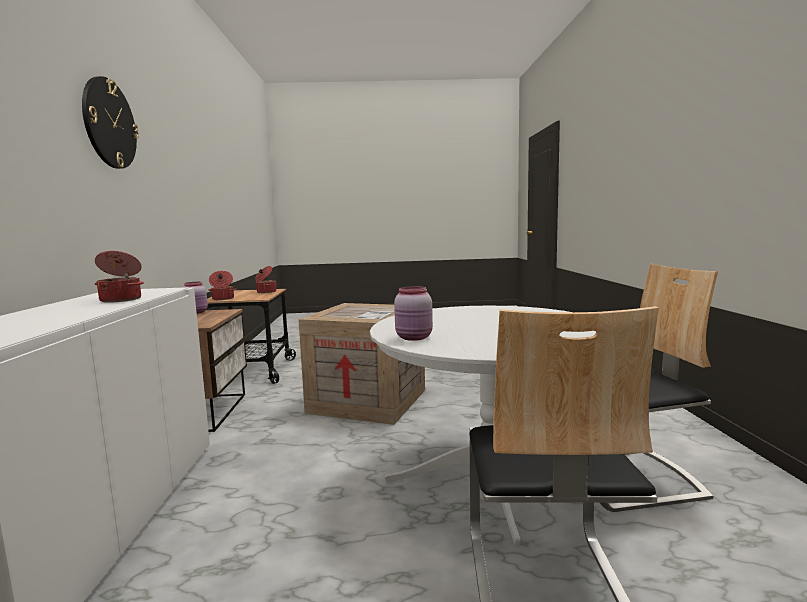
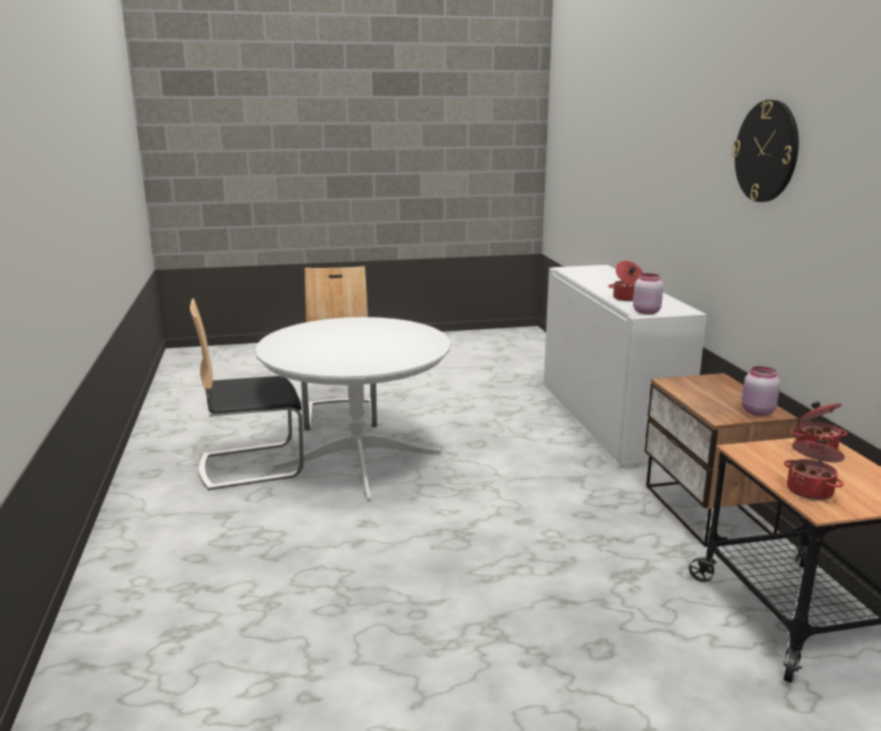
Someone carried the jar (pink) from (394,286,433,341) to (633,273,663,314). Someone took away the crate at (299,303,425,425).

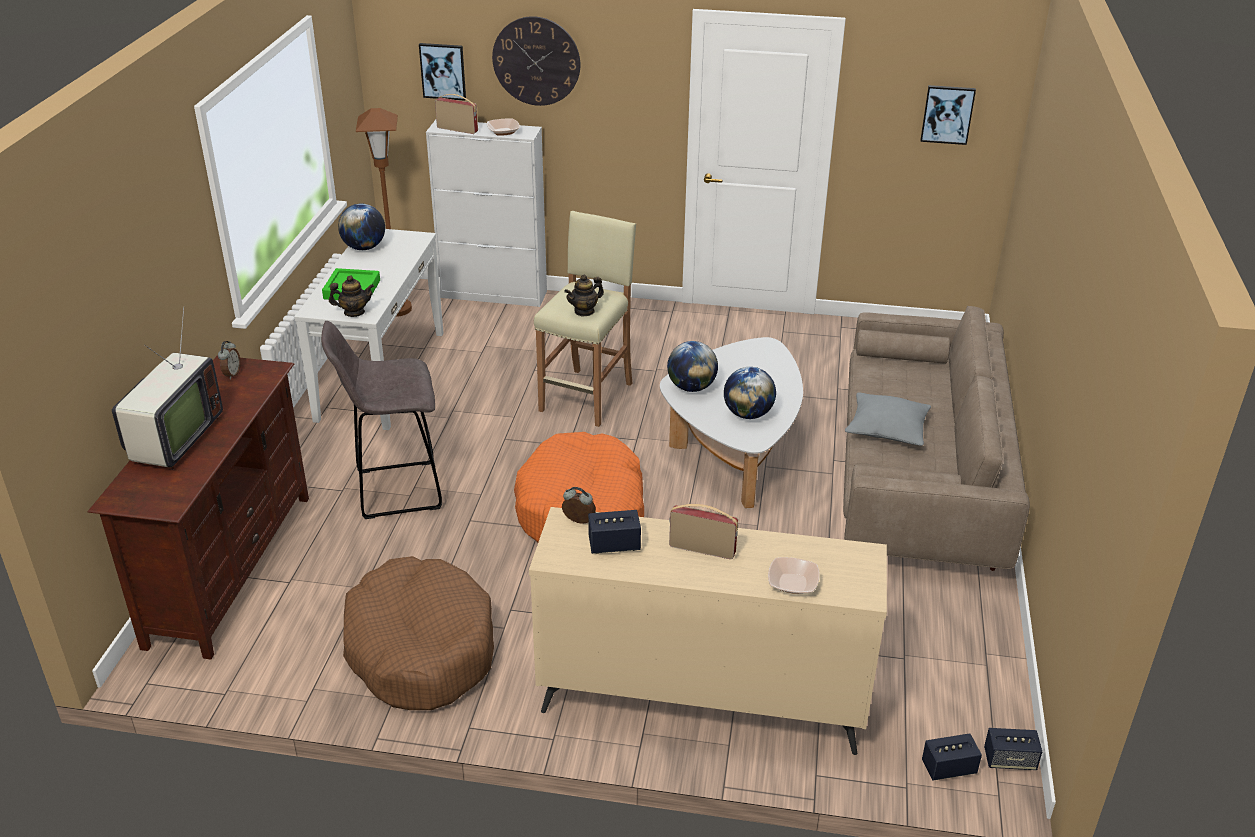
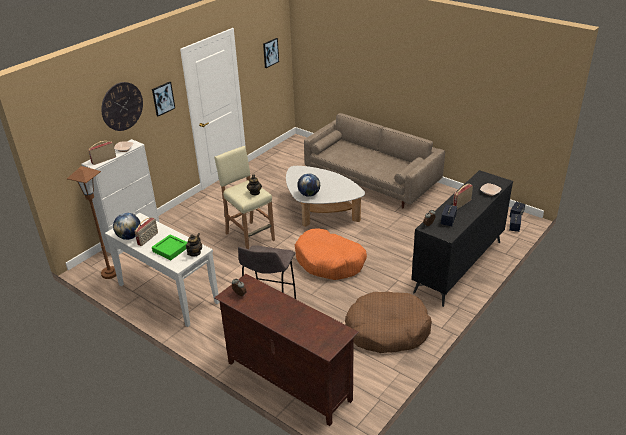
Someone put down the radio at (135,217,158,246). Someone carried the picture from (419,43,466,101) to (152,82,175,116). Someone repainted the dresser (beige) at (529,507,887,755), which became the dresser (black) at (411,170,513,307). Someone took away the television at (112,306,223,470). Someone took away the globe at (724,367,776,419). Someone took away the pillow (grey) at (845,393,931,446).

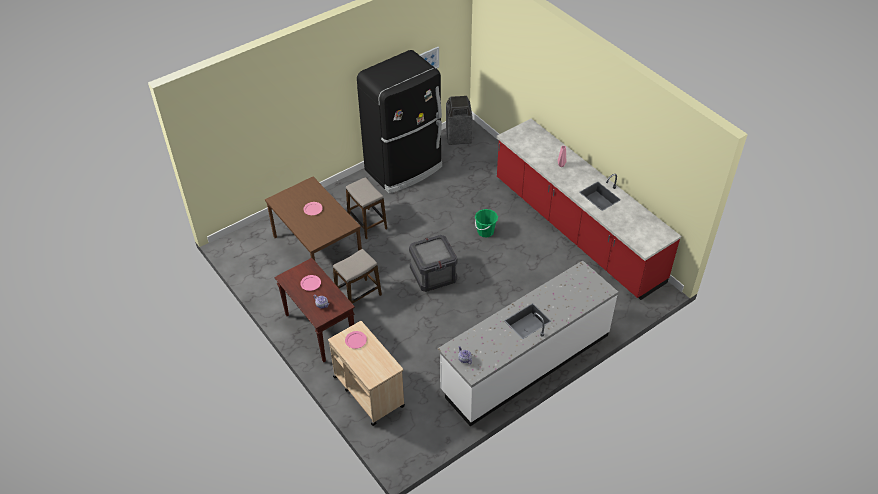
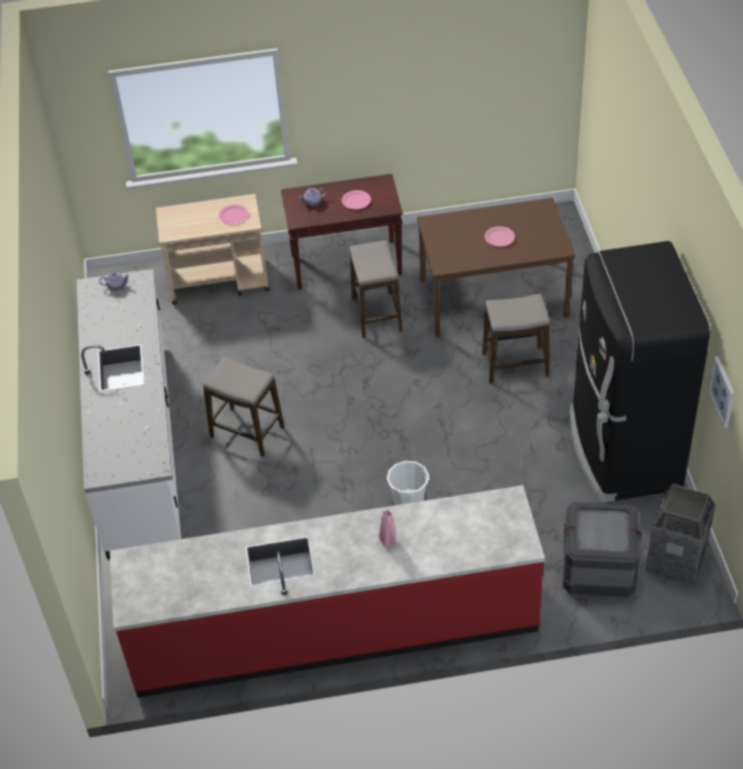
Someone put down the stool at (203,357,285,457). Someone repainted the bucket (green) at (475,209,498,238), which became the bucket (white) at (387,461,430,505). Someone carried the crate from (409,235,458,292) to (563,502,642,597).

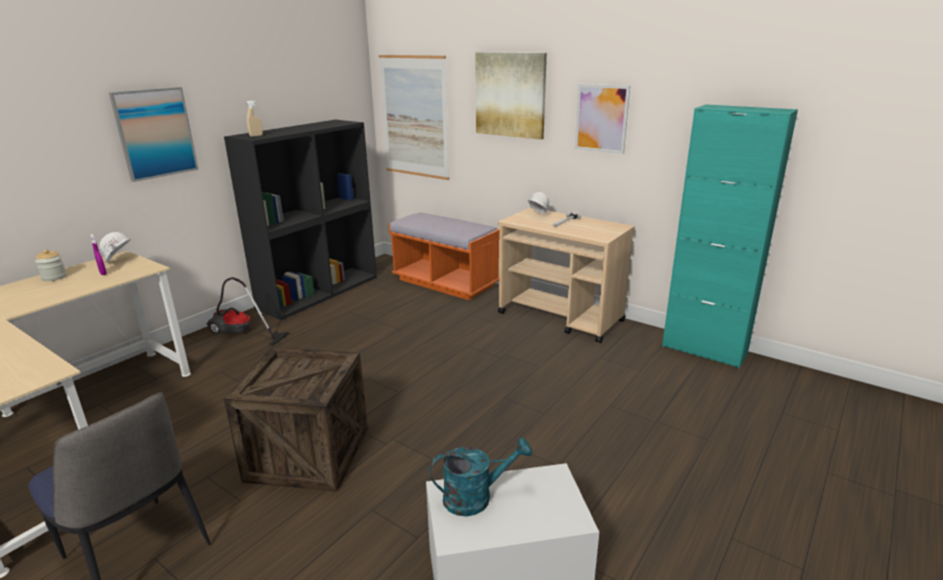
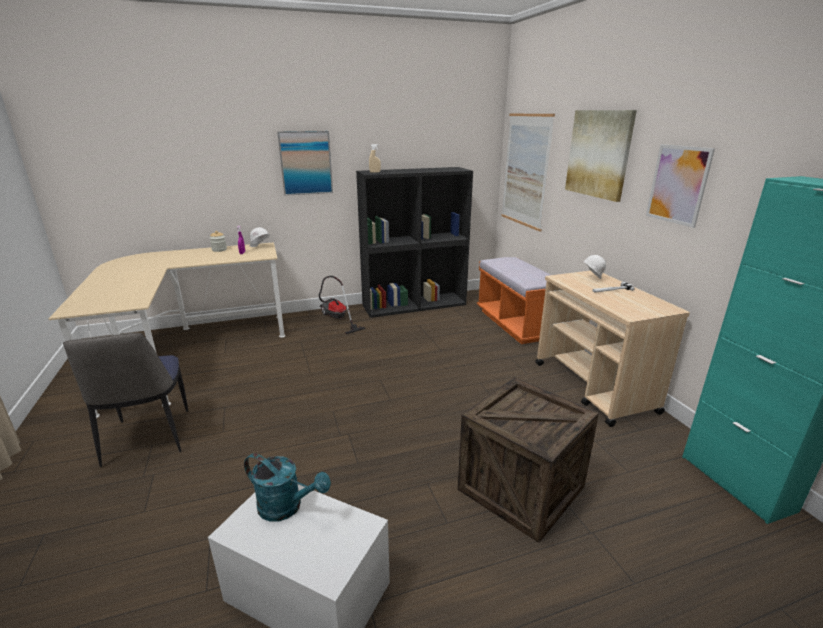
Someone carried the crate from (224,347,368,492) to (458,377,599,543).

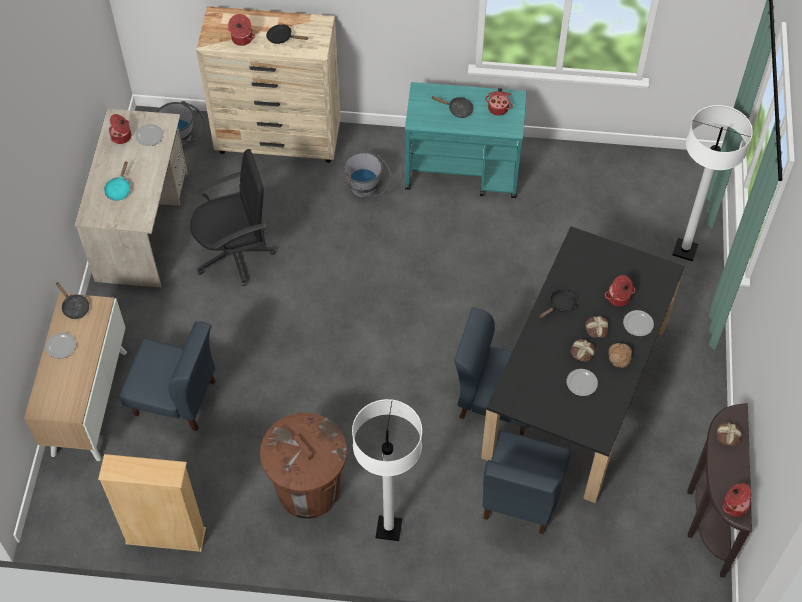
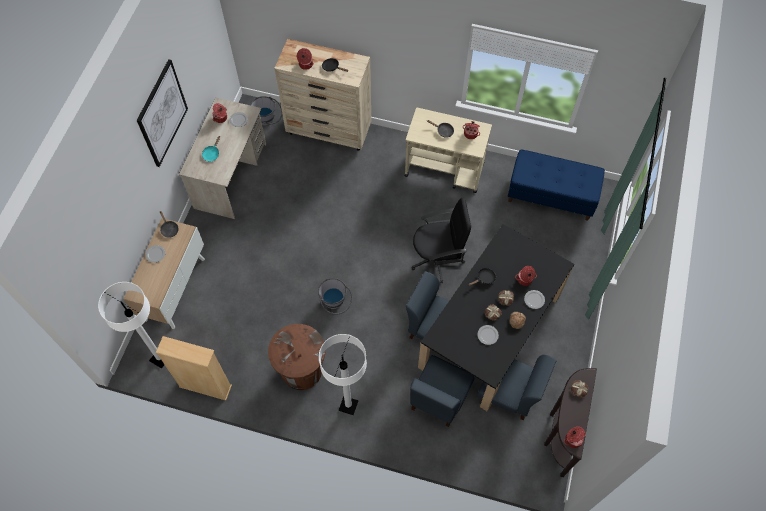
Someone carried the floor lamp (white) from (672,105,753,261) to (98,282,165,369). Someone put up the picture at (137,59,188,167). Someone carried the bucket (grey) from (343,151,392,198) to (318,278,352,315). Someone repainted the cart (turquoise) at (405,82,527,198), which became the cart (beige) at (405,108,492,193). Someone carried the office chair (black) from (190,149,275,286) to (411,198,471,283). Someone carried the chair (blue) from (119,321,216,431) to (477,355,556,421). Someone put down the bench (blue) at (508,150,605,221).

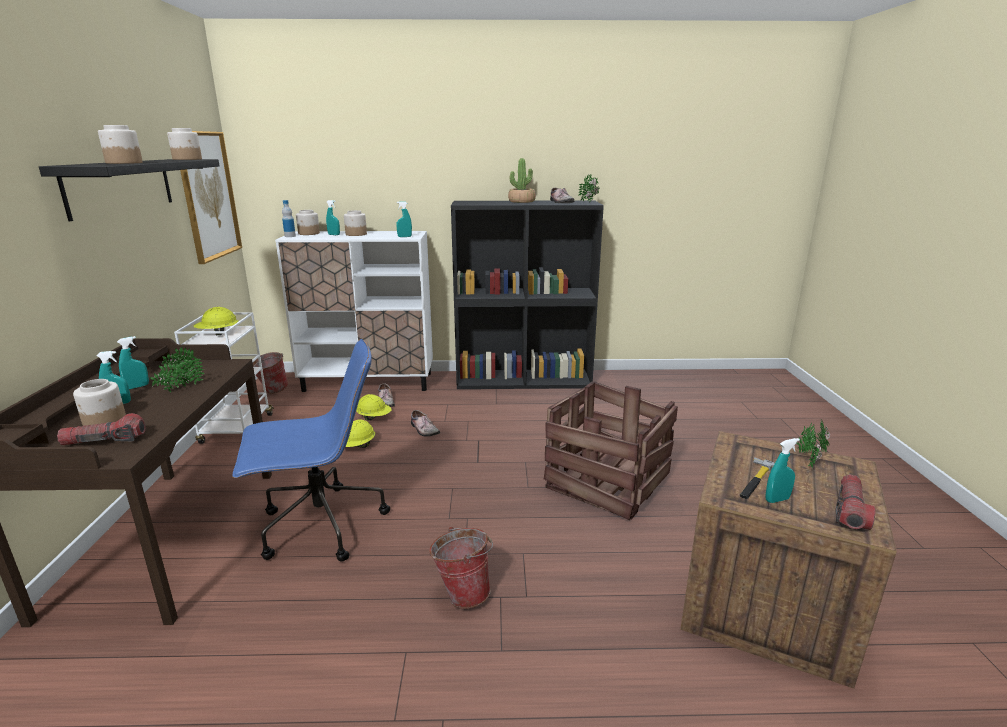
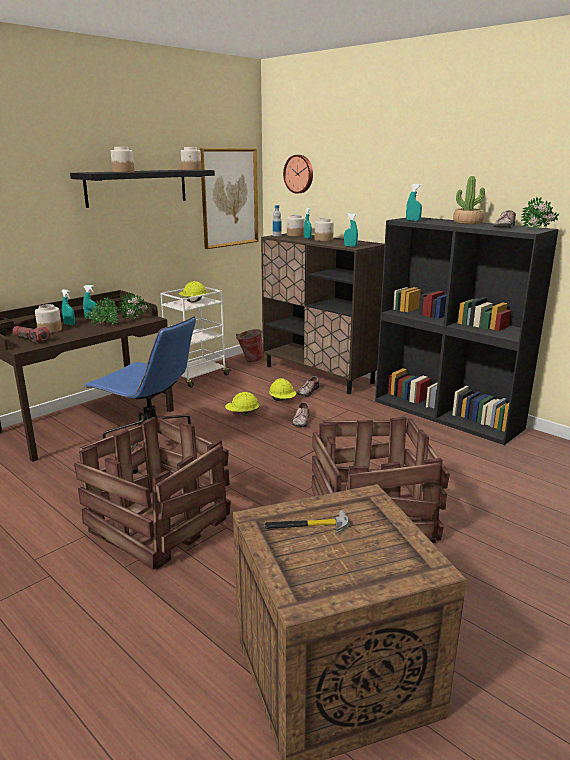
Someone swapped the bucket at (429,527,493,609) for the crate at (74,417,231,570). Someone carried the potted plant from (796,419,830,468) to (119,292,151,319). Someone repainted the cabinet (white) at (275,231,433,392), which became the cabinet (brown) at (261,233,385,394). Someone put up the wall clock at (283,155,313,193). Someone carried the spray bottle (turquoise) from (765,438,800,503) to (406,184,422,221). Someone took away the flashlight at (836,474,876,530).

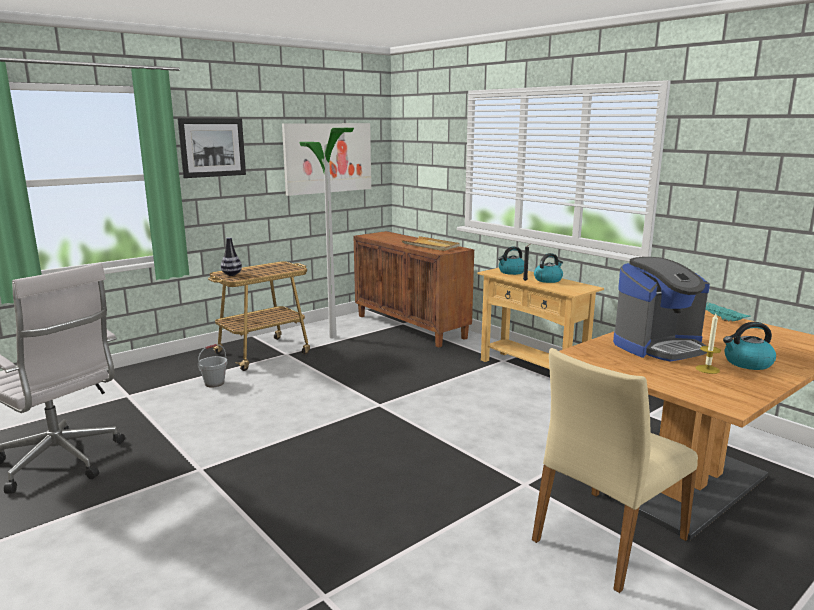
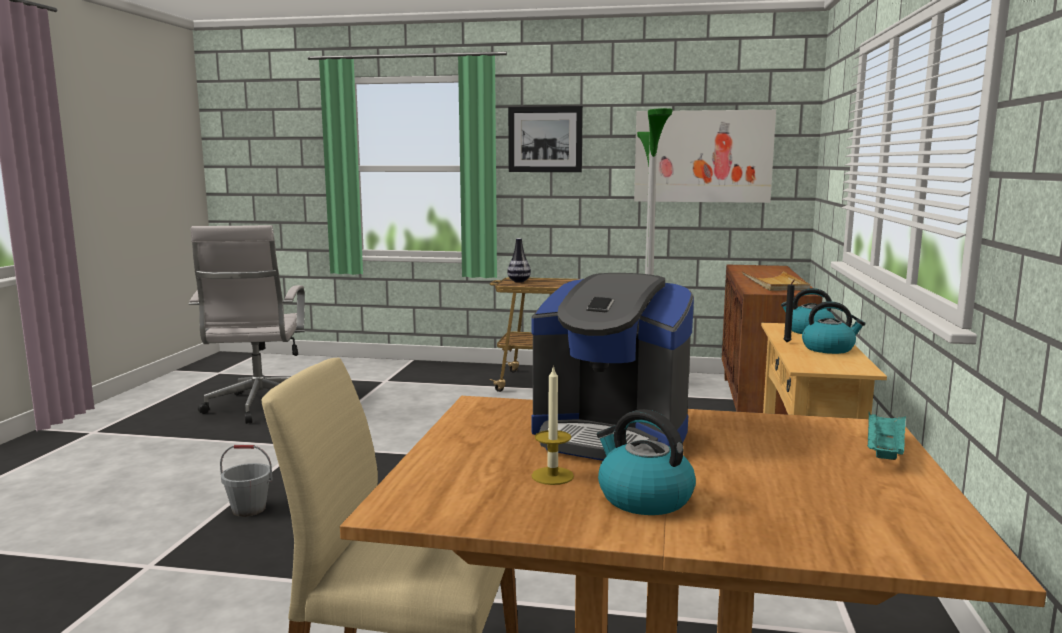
Someone carried the bucket (grey) from (198,344,228,388) to (220,445,273,517).

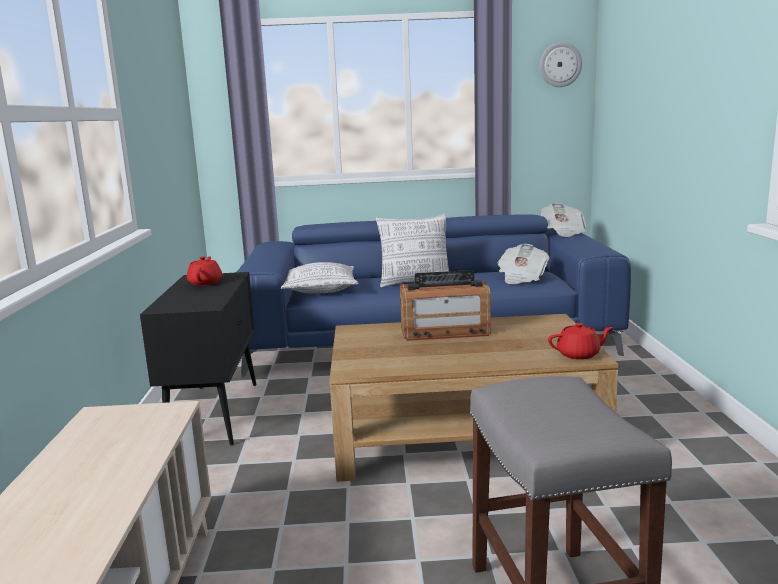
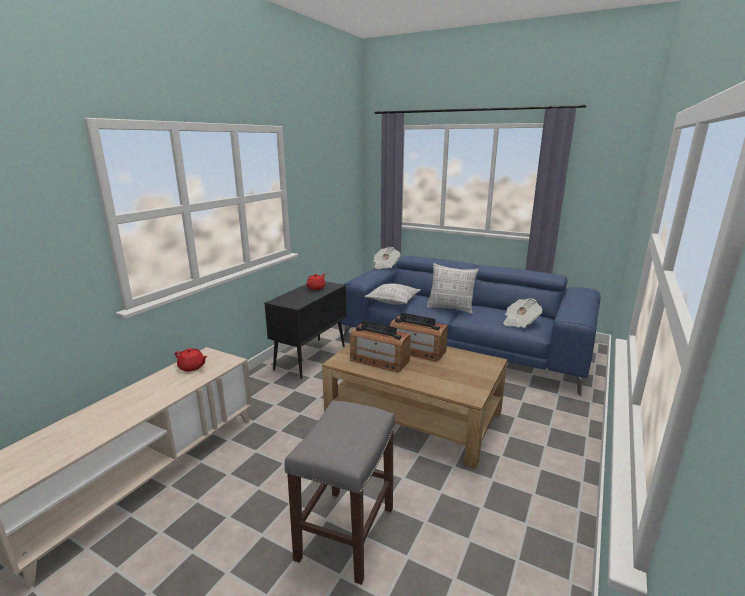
Someone carried the teapot (red) from (548,323,613,360) to (175,348,207,371). Someone put down the radio at (350,321,411,372). Someone carried the newspaper from (541,203,586,237) to (373,247,401,269). Someone took away the wall clock at (540,42,582,87).

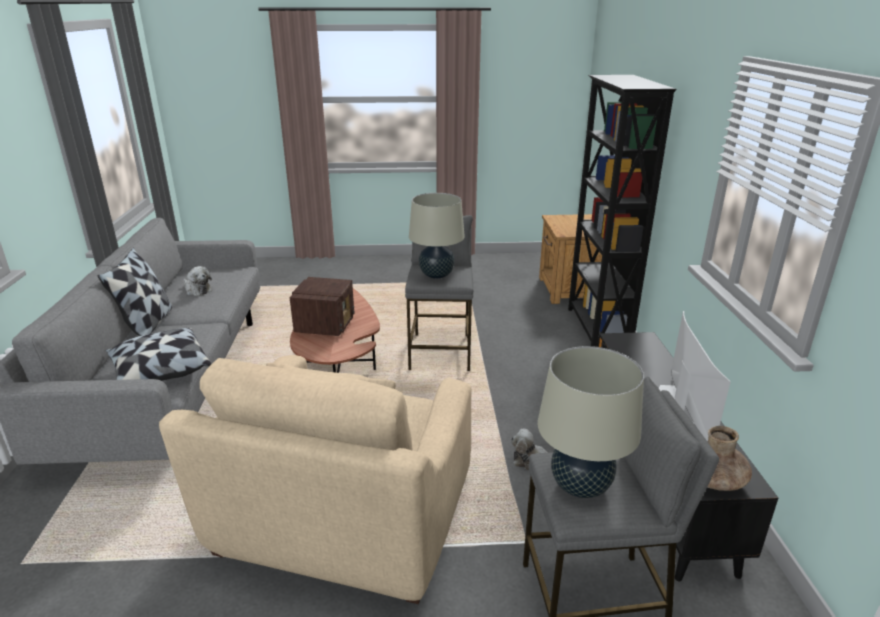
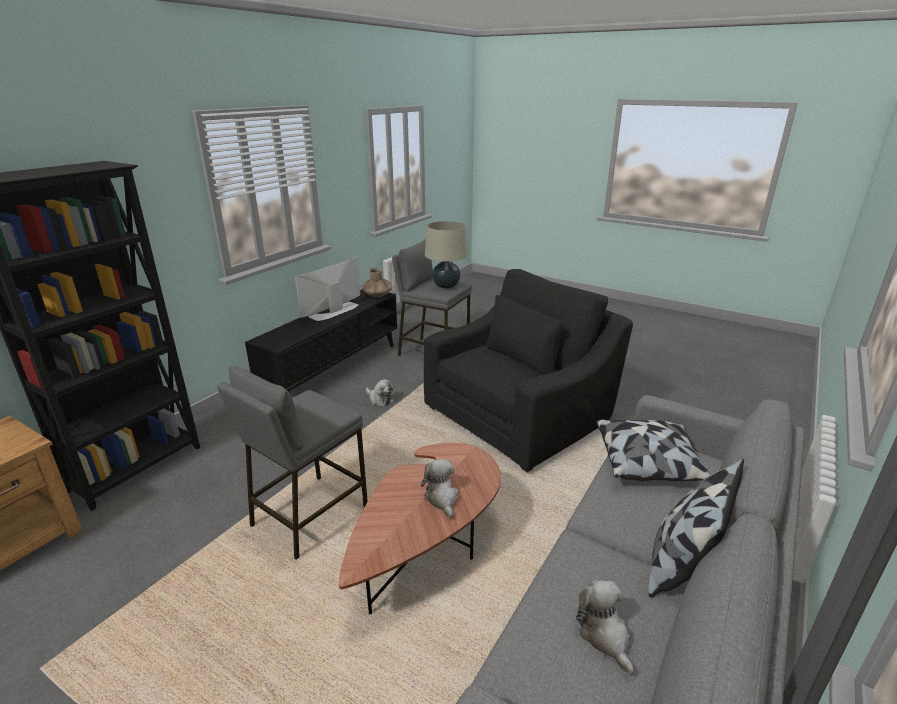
Someone swapped the radio at (290,277,355,336) for the plush toy at (421,459,459,519). Someone repainted the armchair (beige) at (159,355,471,604), which became the armchair (black) at (424,269,633,472). Someone took away the table lamp (beige) at (409,193,465,279).

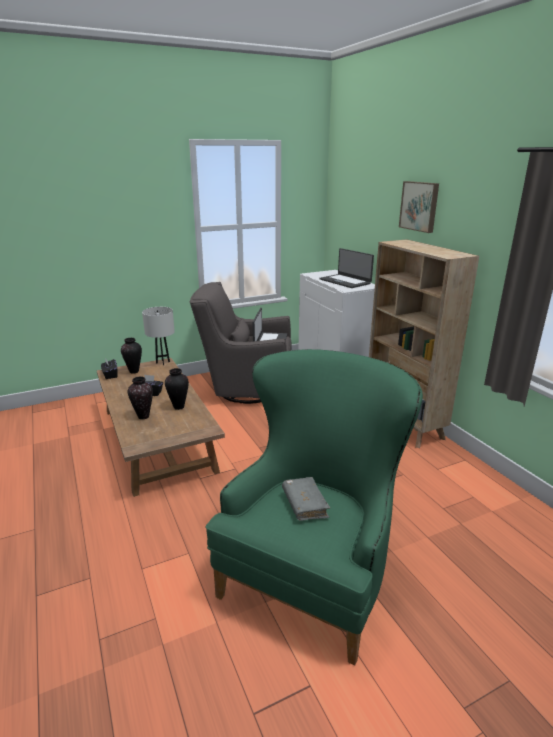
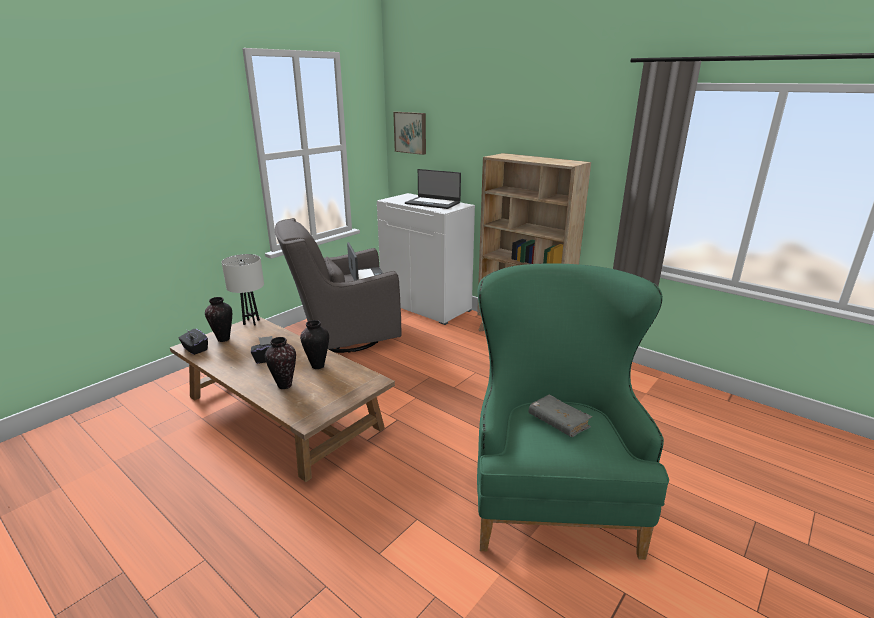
Someone carried the picture from (399,181,439,233) to (393,112,426,155).

